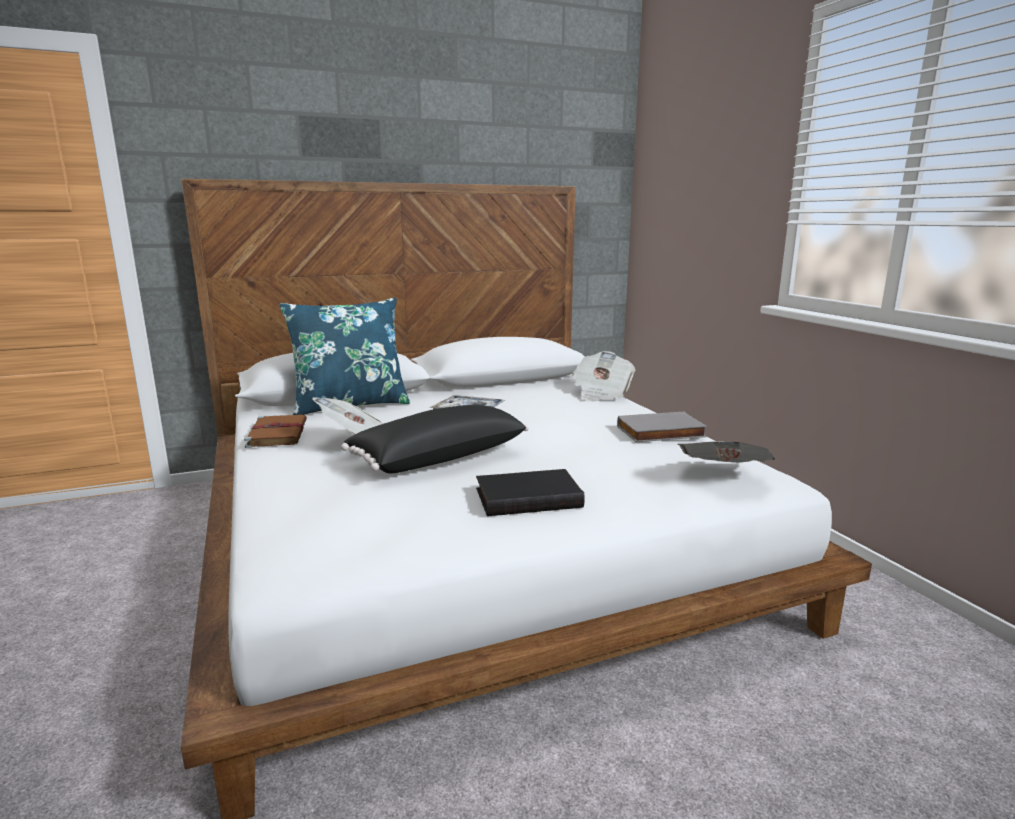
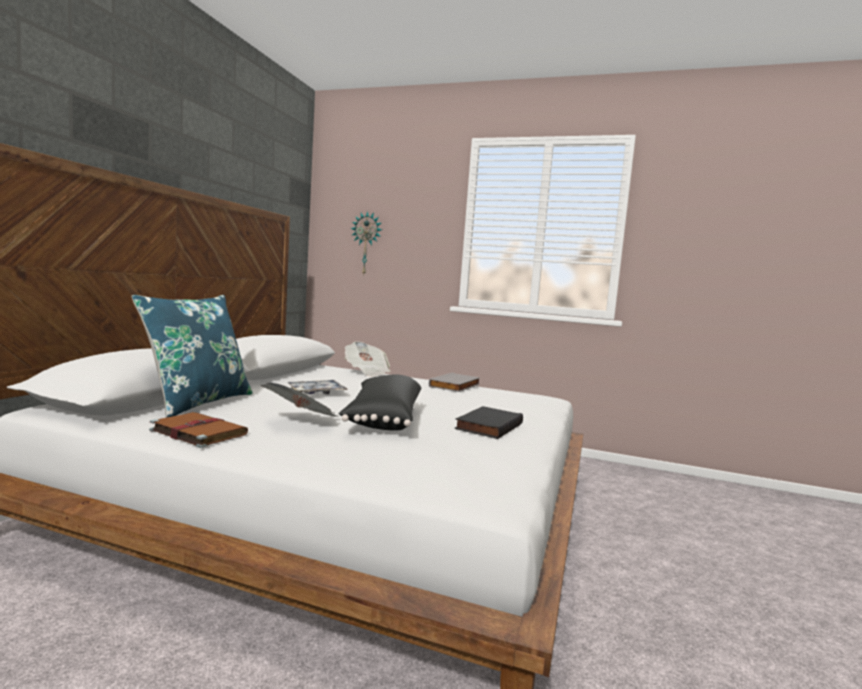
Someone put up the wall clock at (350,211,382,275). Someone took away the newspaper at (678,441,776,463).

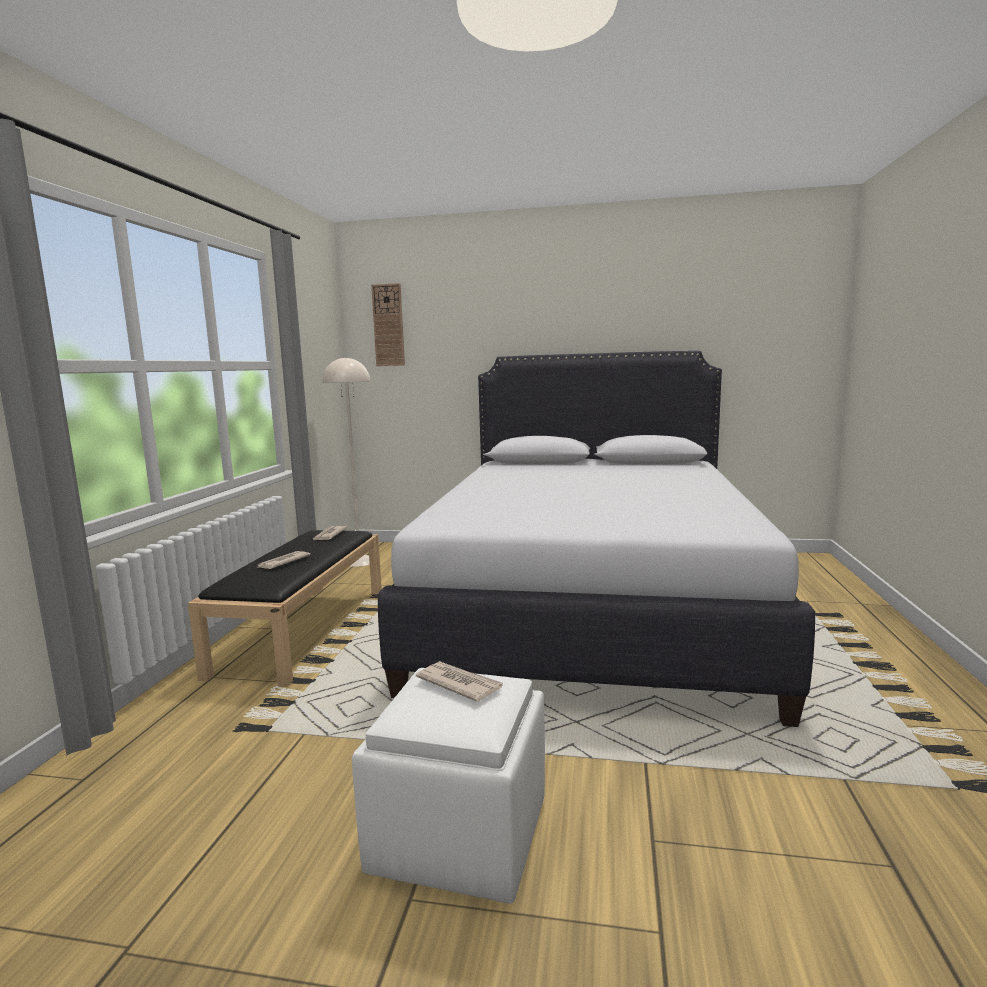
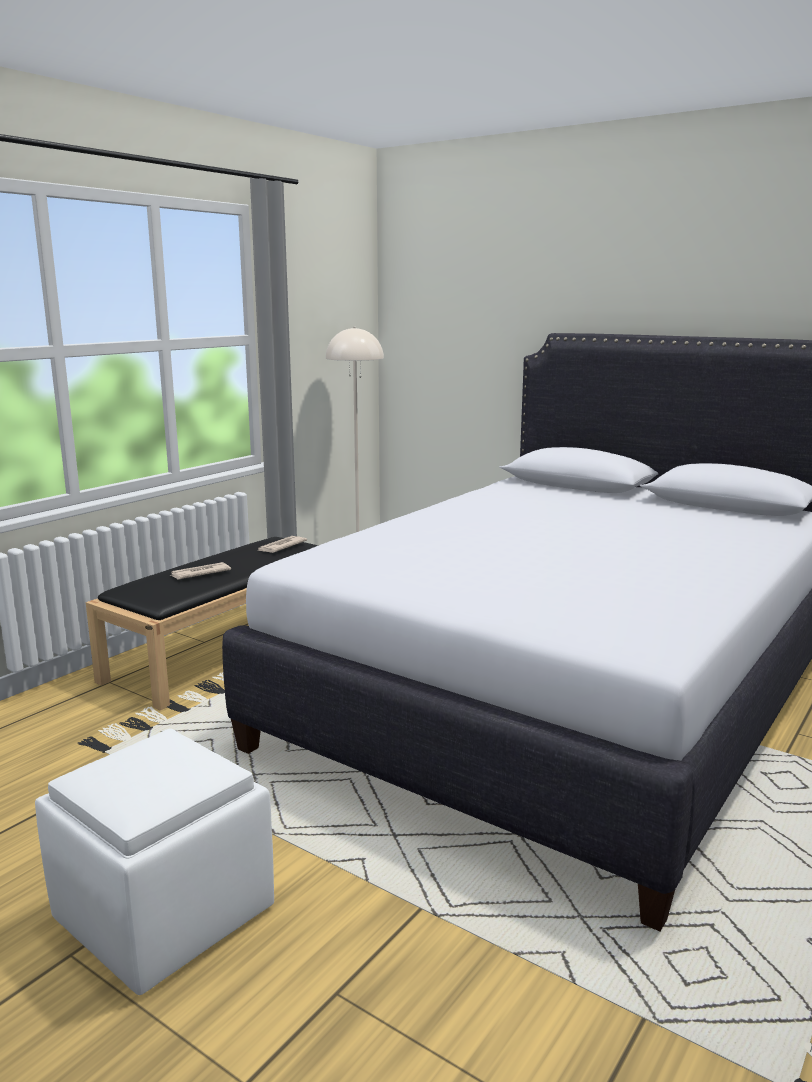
Someone took away the wall clock at (371,283,405,366). Someone took away the newspaper at (416,661,503,702).

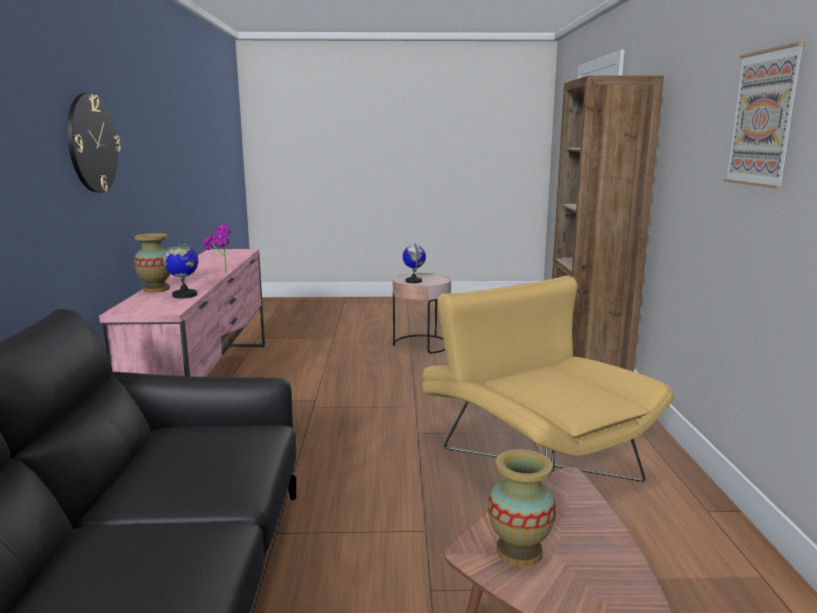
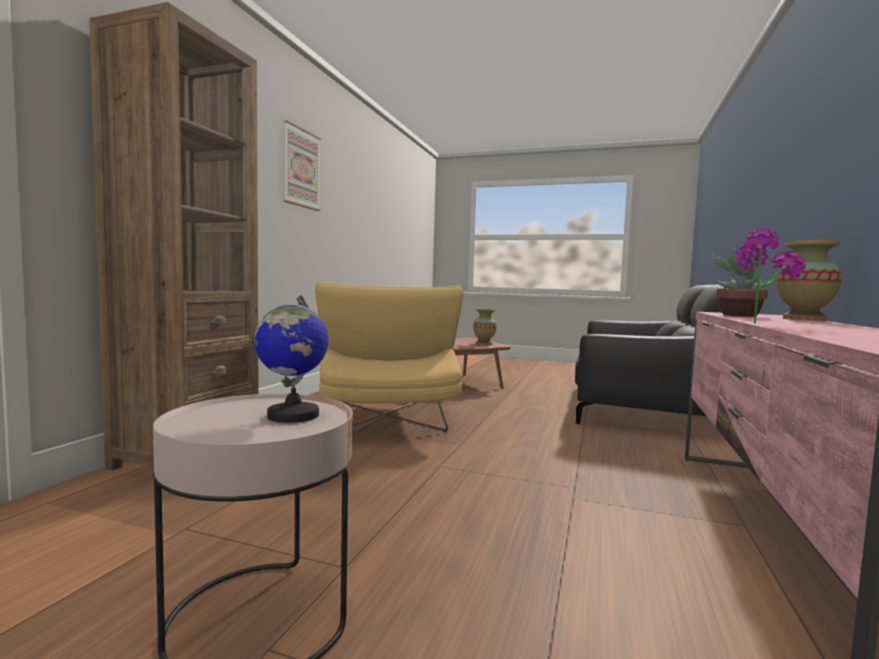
Someone swapped the globe at (163,238,198,298) for the potted plant at (712,245,775,317). Someone took away the wall clock at (67,93,121,193).

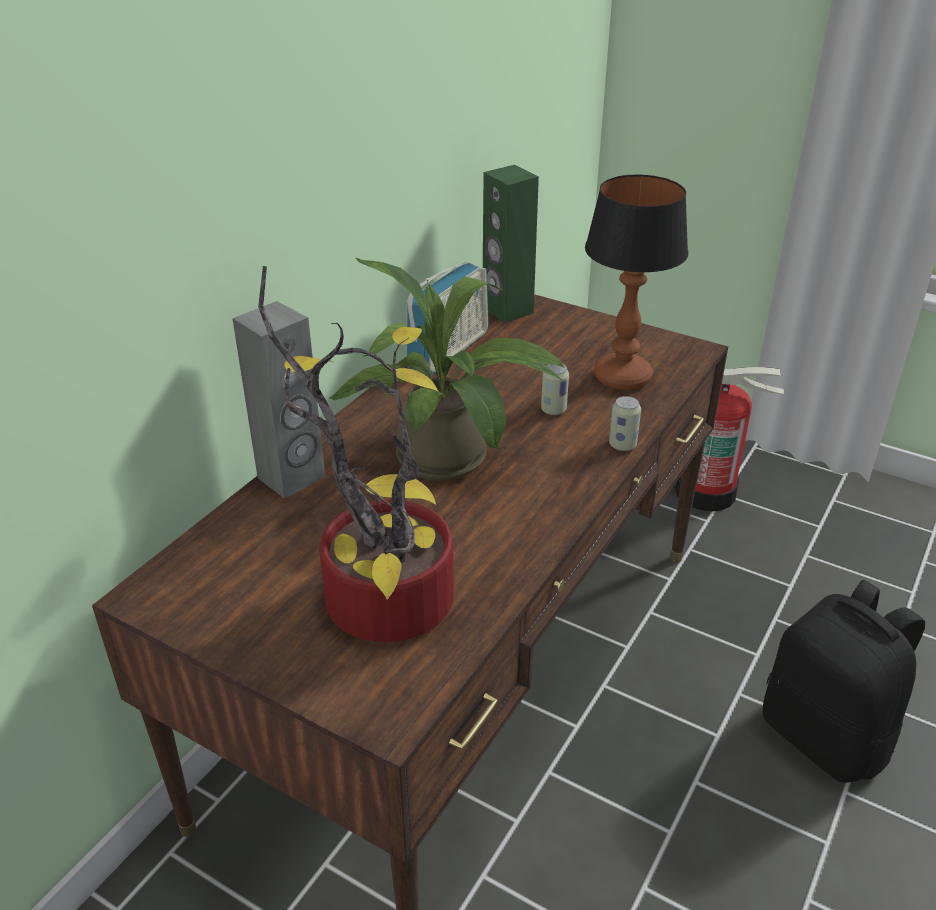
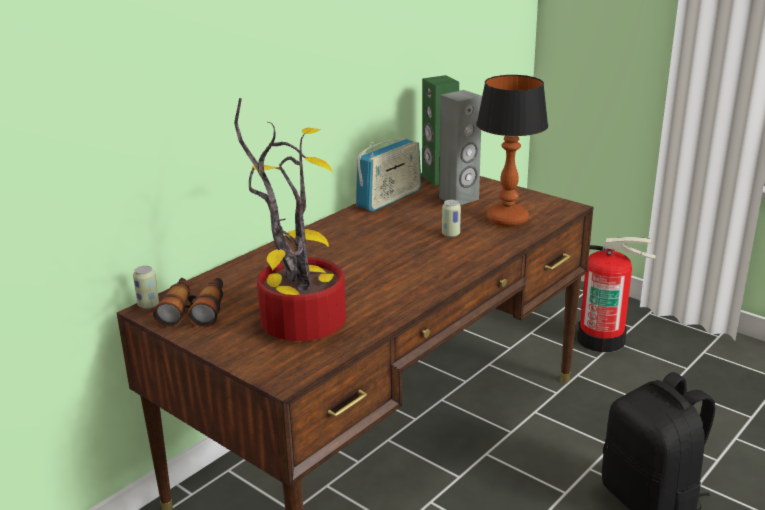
Someone carried the can from (609,396,641,451) to (133,266,159,309). Someone put down the binoculars at (153,278,223,328). Someone carried the speaker (grey) from (232,301,325,499) to (439,90,482,205). Someone took away the potted plant at (329,258,565,481).

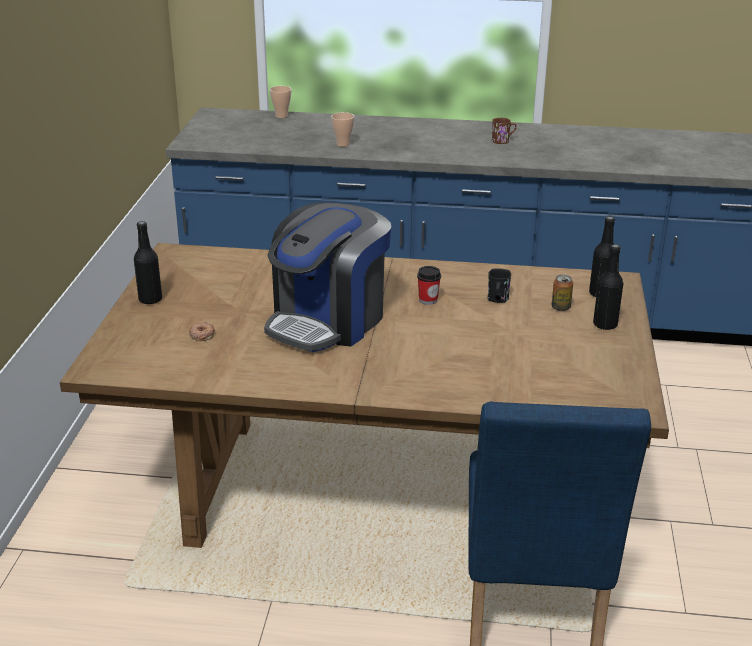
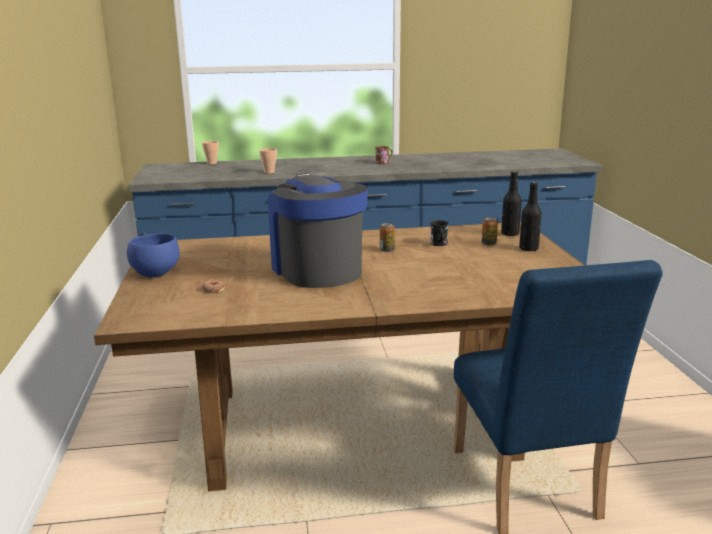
Someone swapped the bottle (black) at (134,221,162,304) for the bowl (blue) at (127,233,180,277). Someone rotated the coffee machine at (264,202,391,352) by 135 degrees clockwise. Someone swapped the cup at (417,266,441,305) for the can at (380,223,395,252).

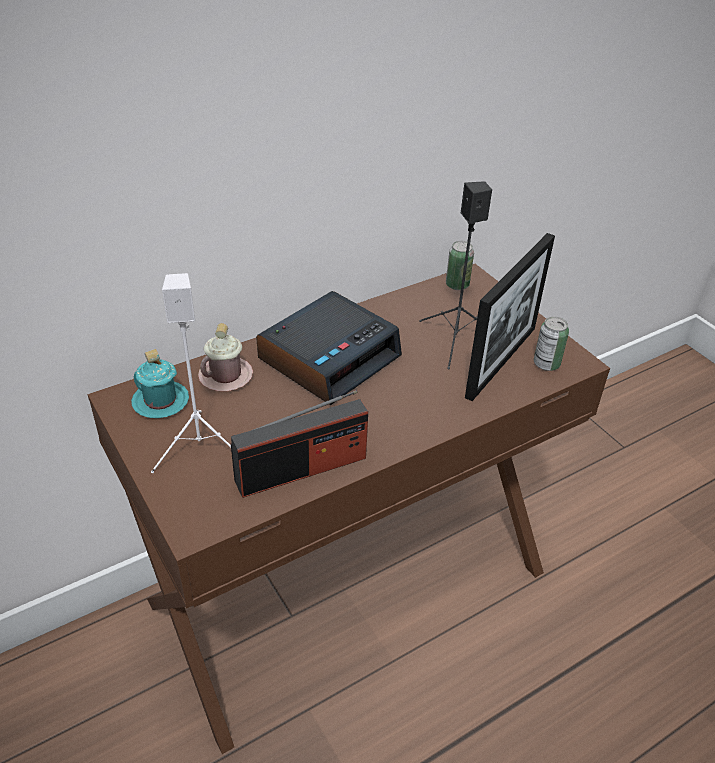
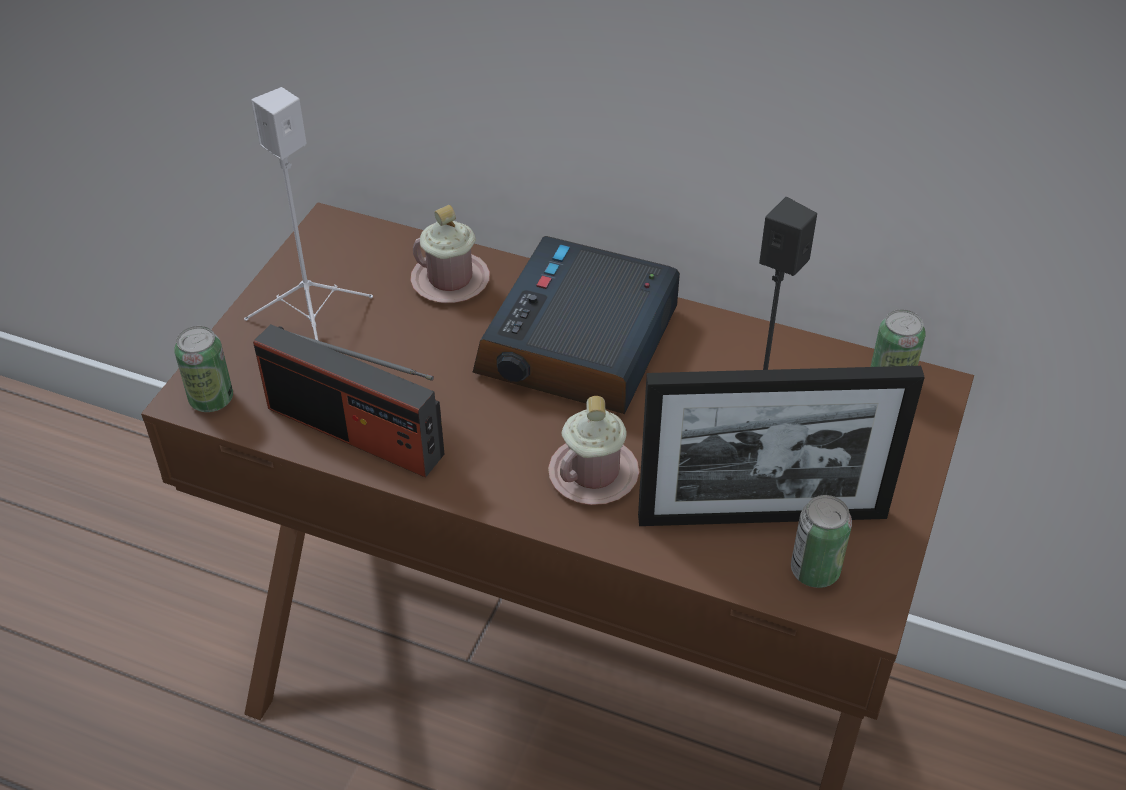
Someone put down the can at (174,326,233,412). Someone rotated the alarm clock at (256,291,402,405) by 105 degrees clockwise. Someone put down the mug (pink) at (548,396,639,505). Someone took away the mug (turquoise) at (131,349,189,418).

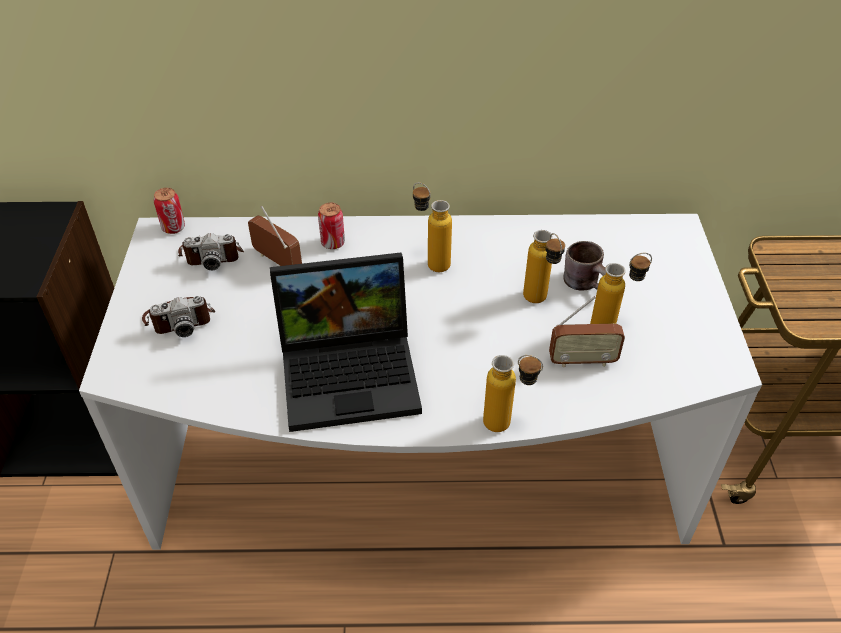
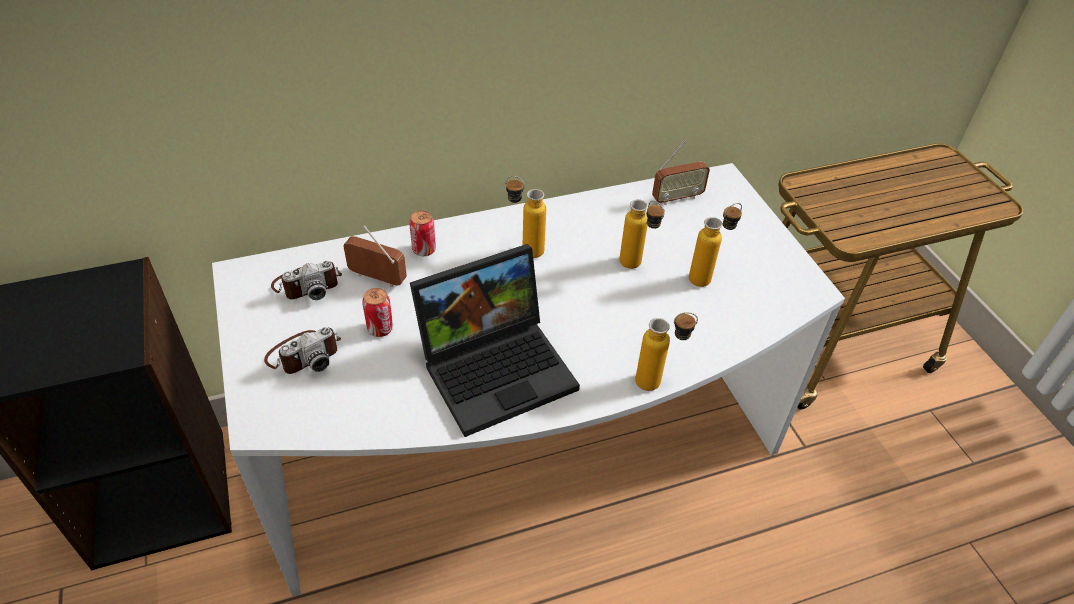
Someone carried the can from (154,188,185,234) to (362,288,393,337). Someone carried the radio from (549,296,625,368) to (652,140,710,205). Someone took away the mug (brown) at (563,241,606,291).

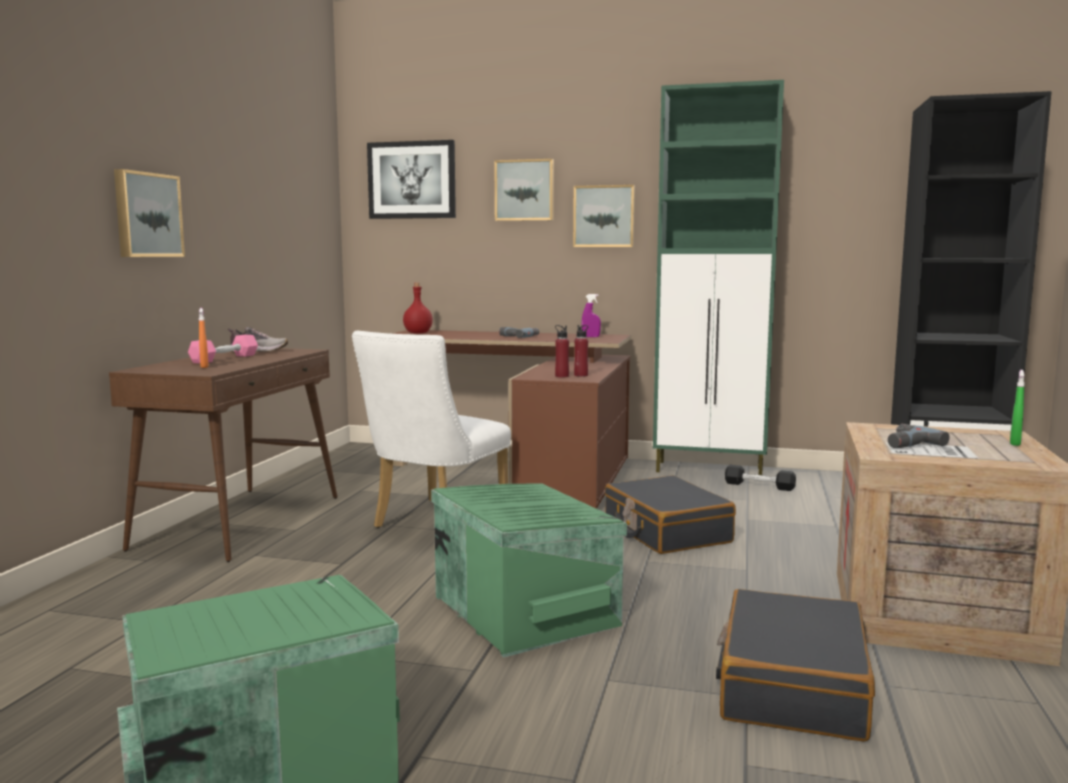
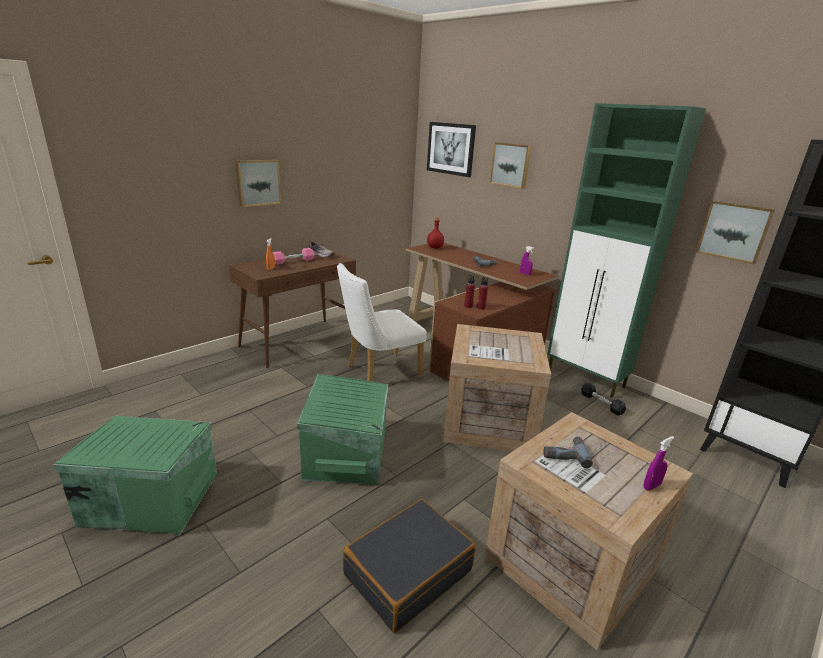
Someone swapped the suitcase (black) at (605,475,736,554) for the crate at (443,324,551,452). Someone repainted the spray bottle (green) at (1010,370,1025,446), which became the spray bottle (purple) at (643,436,674,491). Someone carried the picture from (573,185,635,247) to (696,200,775,264).

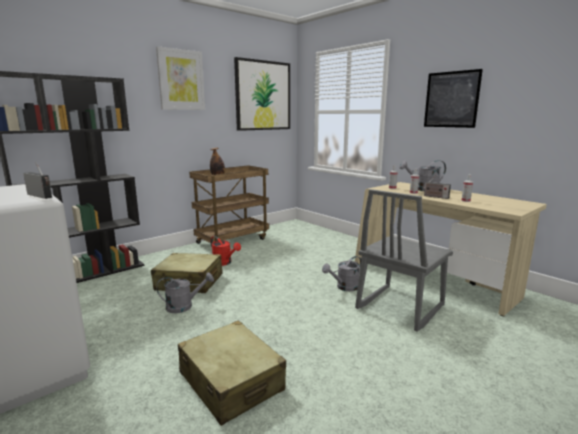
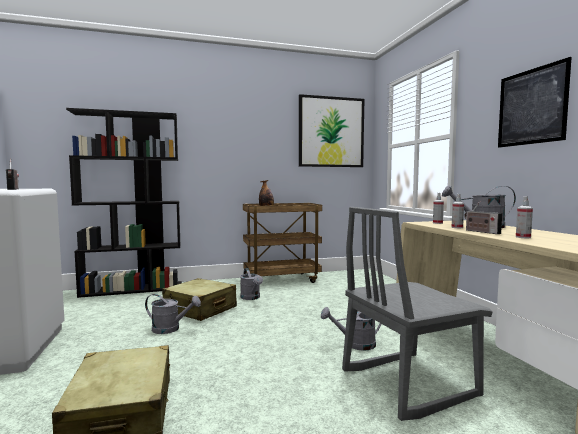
Someone repainted the watering can (red) at (211,236,241,266), which became the watering can (grey) at (240,268,263,300). Someone took away the picture at (156,46,205,110).

